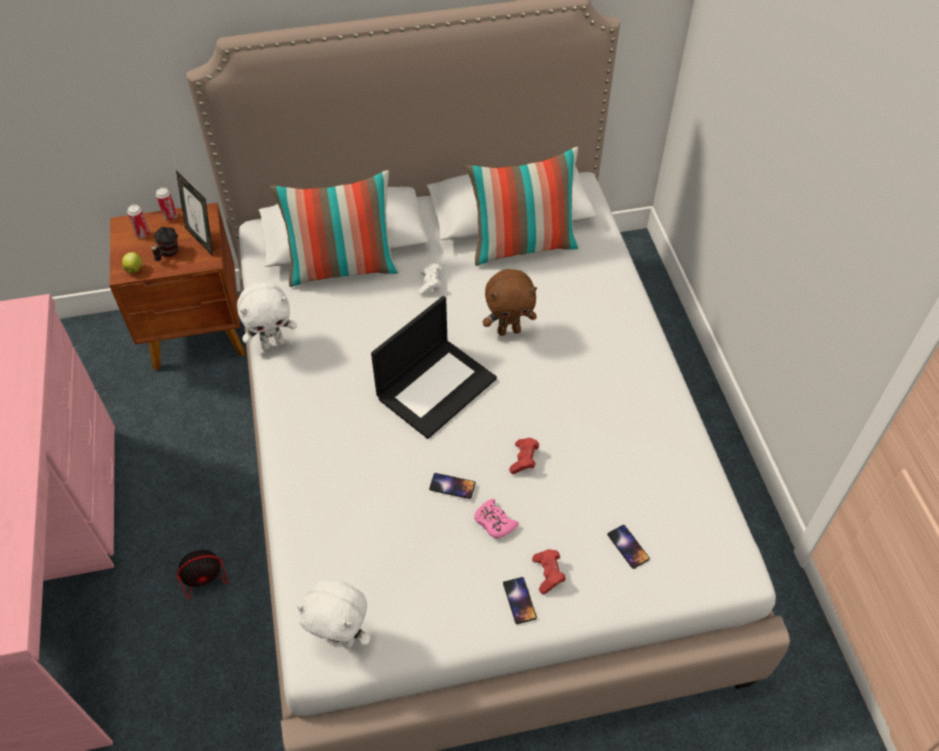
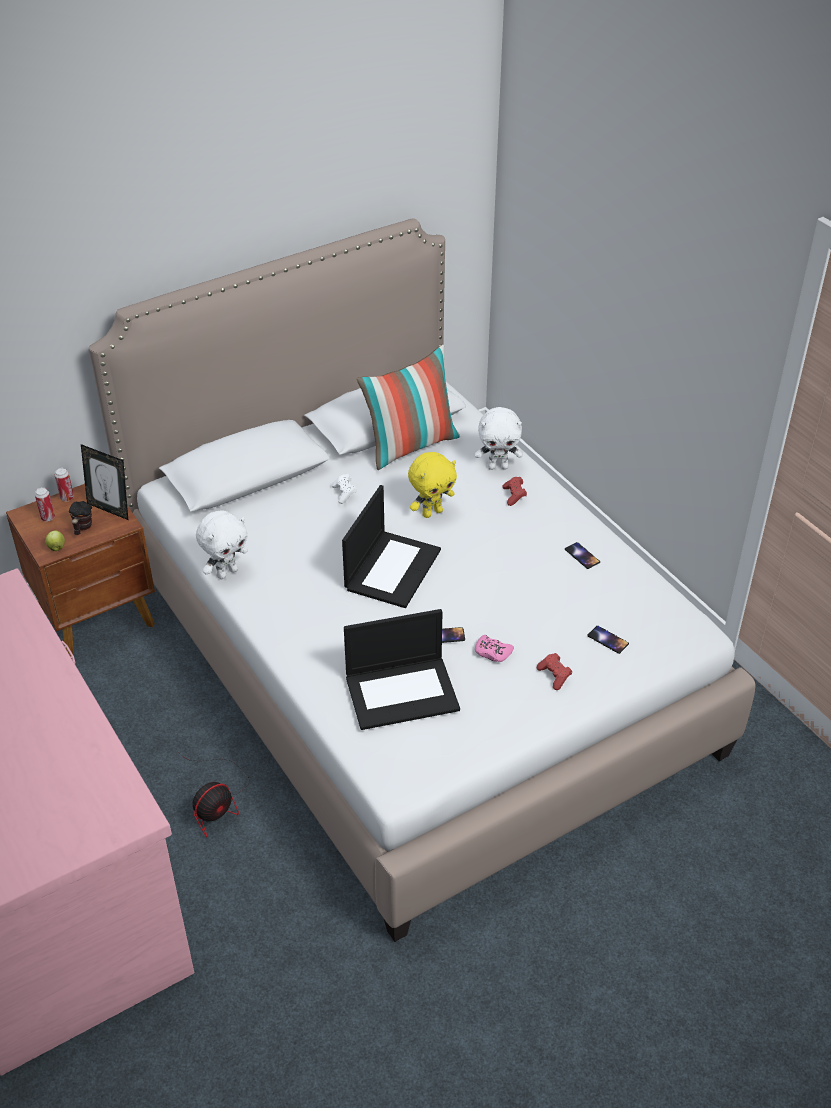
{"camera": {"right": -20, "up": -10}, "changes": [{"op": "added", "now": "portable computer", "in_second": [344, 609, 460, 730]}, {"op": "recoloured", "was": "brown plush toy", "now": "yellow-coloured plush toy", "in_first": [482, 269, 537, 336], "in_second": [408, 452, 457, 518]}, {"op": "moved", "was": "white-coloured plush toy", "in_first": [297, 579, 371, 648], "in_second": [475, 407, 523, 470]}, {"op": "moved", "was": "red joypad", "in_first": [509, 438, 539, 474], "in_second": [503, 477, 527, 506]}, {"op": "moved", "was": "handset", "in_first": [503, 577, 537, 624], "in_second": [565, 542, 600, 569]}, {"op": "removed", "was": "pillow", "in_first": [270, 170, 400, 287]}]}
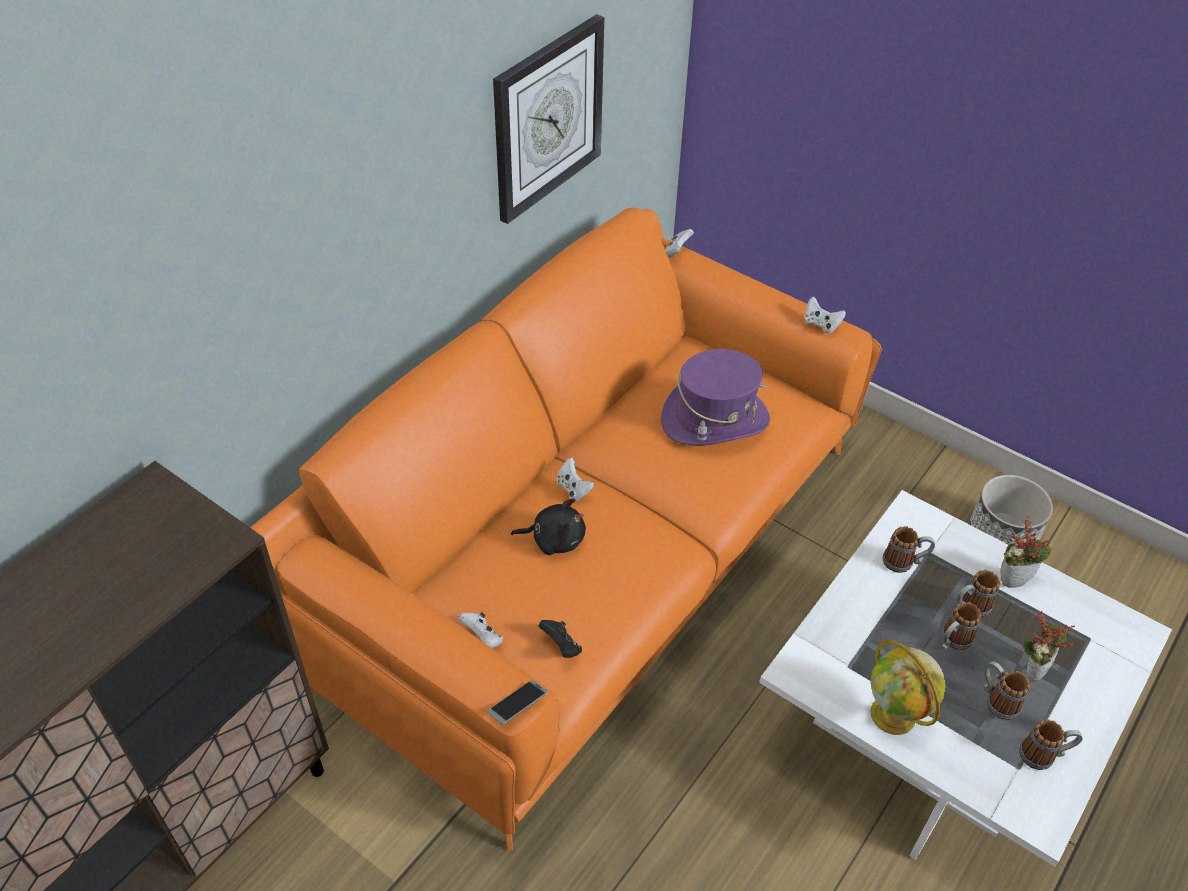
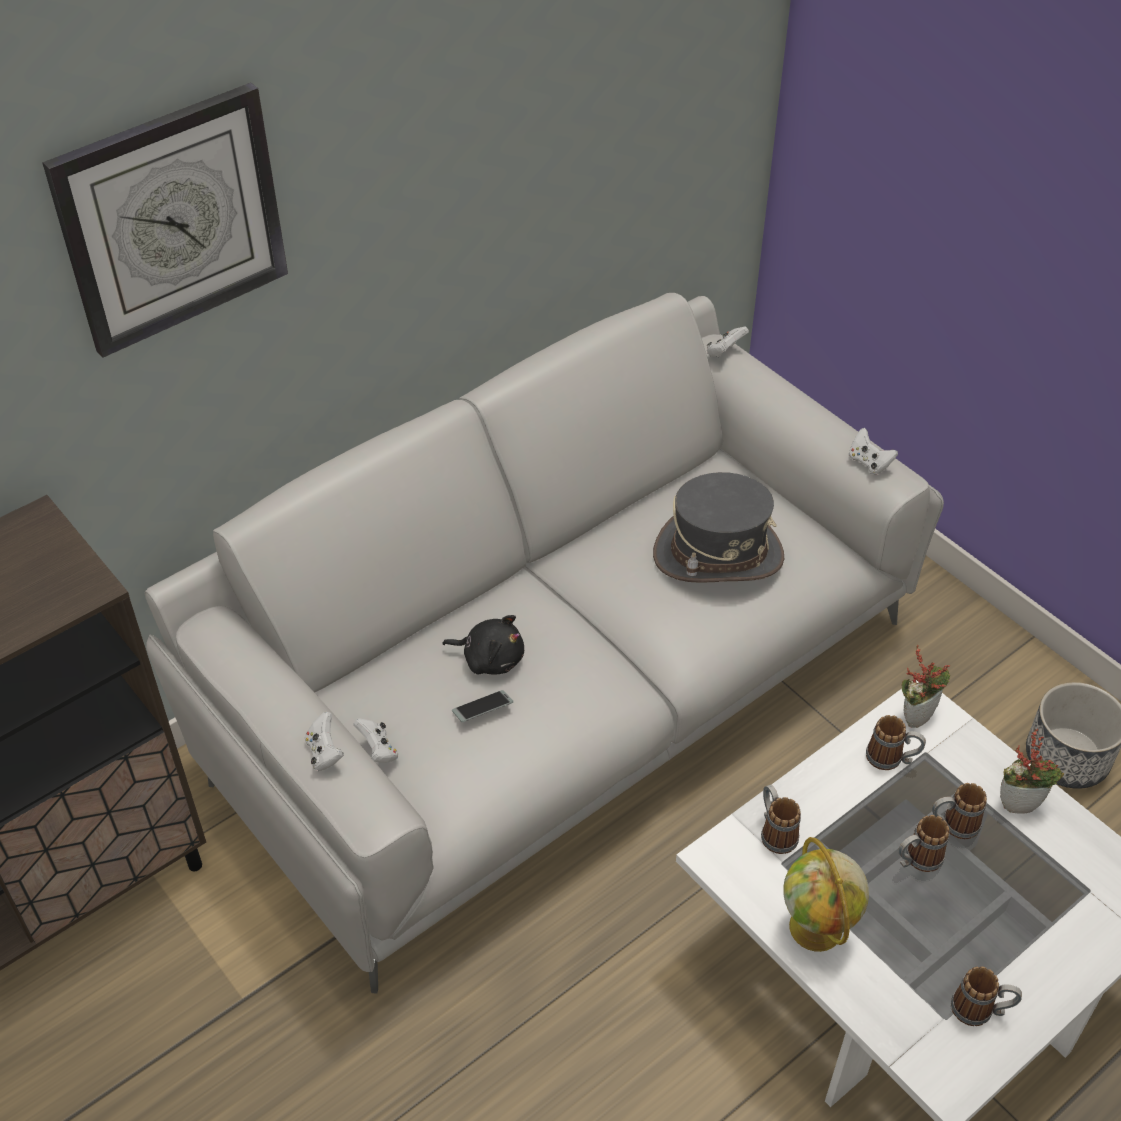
{"camera": {"right": 15, "up": 0}, "changes": [{"op": "moved", "was": "hanging clock", "in_first": [493, 14, 604, 224], "in_second": [42, 83, 288, 358]}, {"op": "recoloured", "was": "orange settee", "now": "gray settee", "in_first": [250, 207, 882, 851], "in_second": [145, 293, 944, 994]}, {"op": "moved", "was": "white-coloured joypad", "in_first": [556, 458, 594, 501], "in_second": [305, 712, 344, 771]}, {"op": "moved", "was": "handset", "in_first": [487, 680, 548, 725], "in_second": [452, 690, 513, 722]}, {"op": "recoloured", "was": "purple clothing hat", "now": "gray clothing hat", "in_first": [661, 349, 770, 446], "in_second": [653, 472, 784, 583]}, {"op": "moved", "was": "mug", "in_first": [983, 661, 1030, 720], "in_second": [761, 785, 801, 854]}, {"op": "moved", "was": "potted plant", "in_first": [1023, 611, 1075, 682], "in_second": [901, 645, 951, 728]}, {"op": "removed", "was": "black joypad", "in_first": [538, 620, 582, 658]}]}
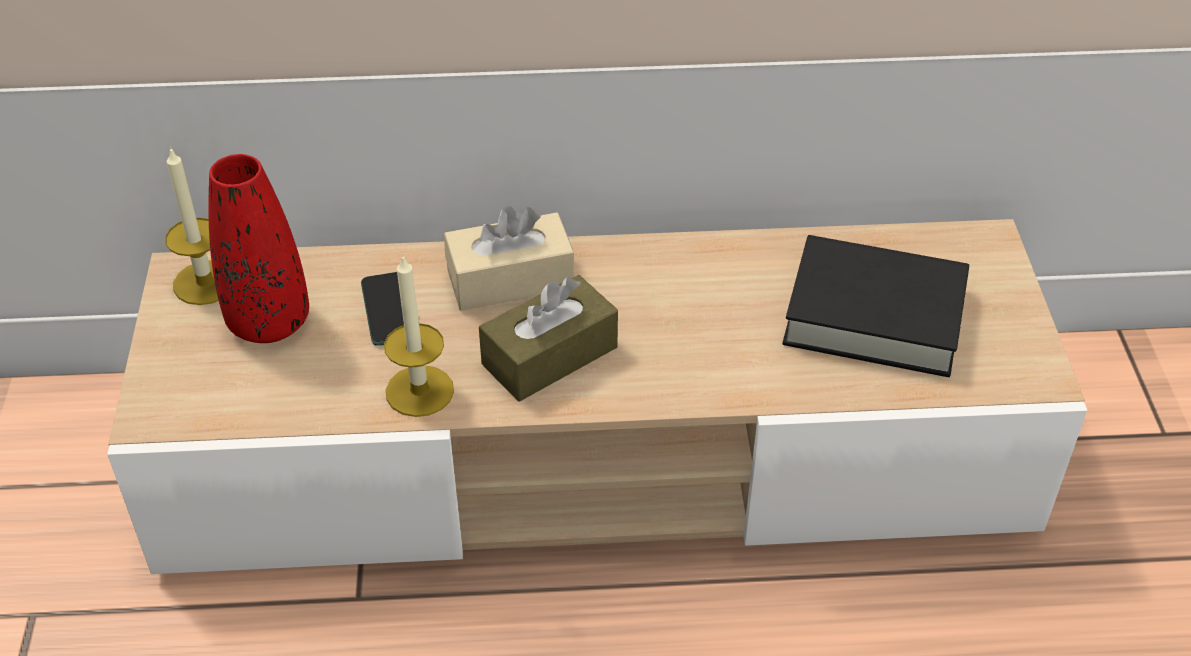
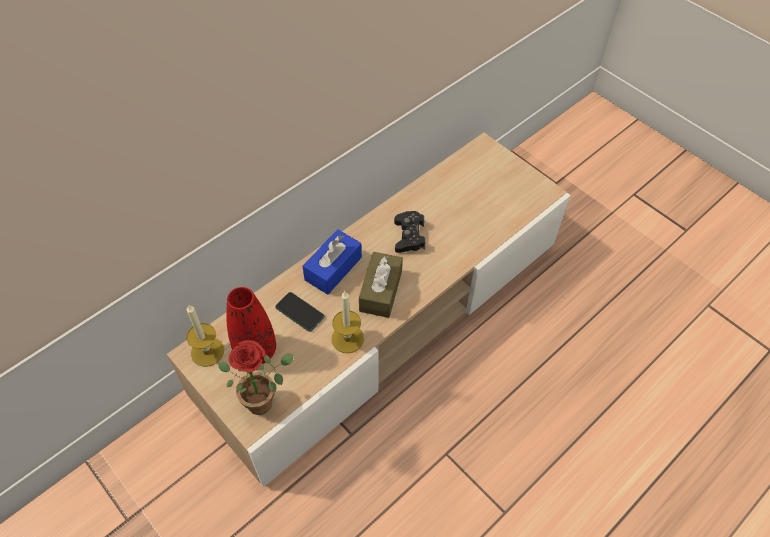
{"camera": {"right": -40, "up": 10}, "changes": [{"op": "added", "now": "potted plant", "in_second": [218, 340, 294, 415]}, {"op": "recoloured", "was": "beige-coloured tissue holder", "now": "bluish tissue holder", "in_first": [444, 206, 574, 311], "in_second": [303, 229, 362, 295]}, {"op": "added", "now": "black joypad", "in_second": [394, 211, 426, 253]}, {"op": "removed", "was": "black book", "in_first": [783, 235, 969, 377]}]}
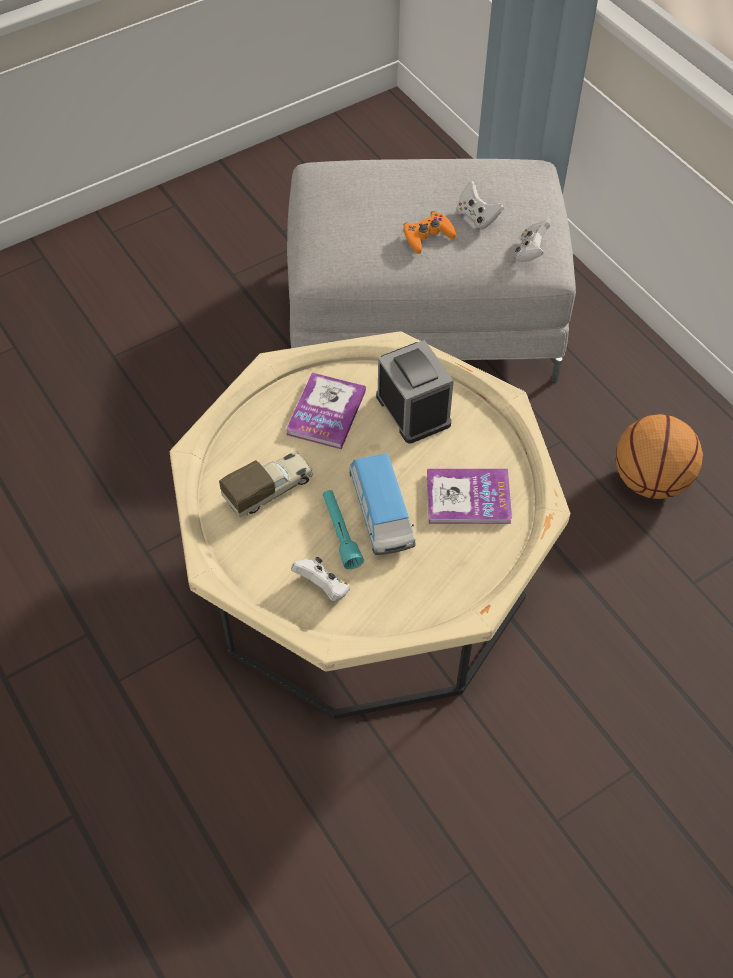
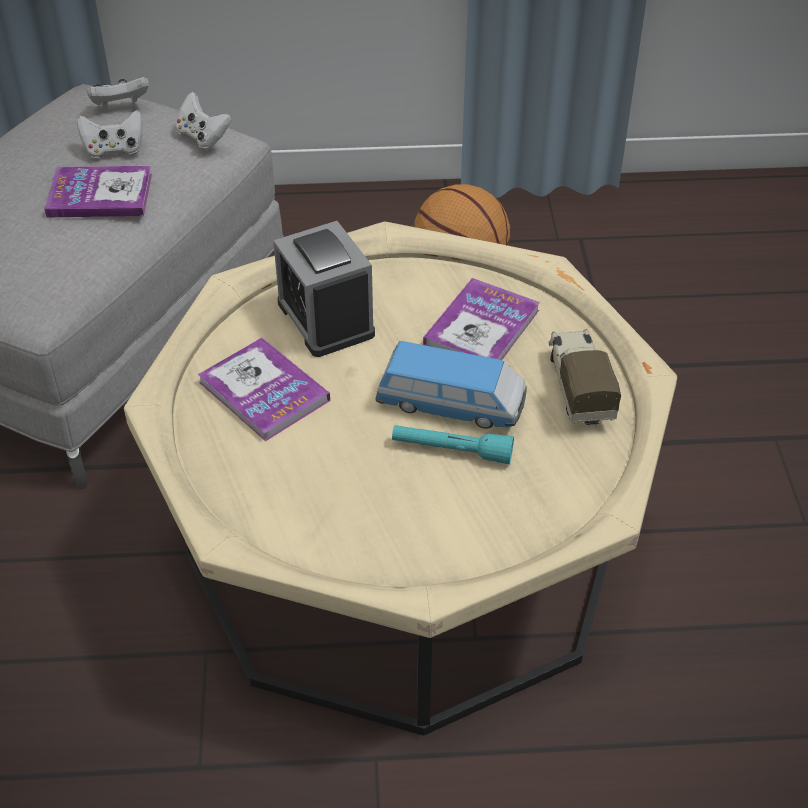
{"camera": {"right": -60, "up": -10}, "changes": [{"op": "replaced", "was": "orange joypad", "now": "book", "in_first": [403, 211, 456, 254], "in_second": [45, 166, 152, 217]}, {"op": "moved", "was": "white-coloured joypad", "in_first": [291, 557, 350, 602], "in_second": [87, 77, 149, 108]}, {"op": "turned", "was": "bedside clock", "in_first": [376, 340, 454, 444], "in_second": [273, 221, 375, 357], "clockwise": -120}, {"op": "moved", "was": "toy lorry", "in_first": [219, 451, 313, 517], "in_second": [548, 329, 621, 427]}]}
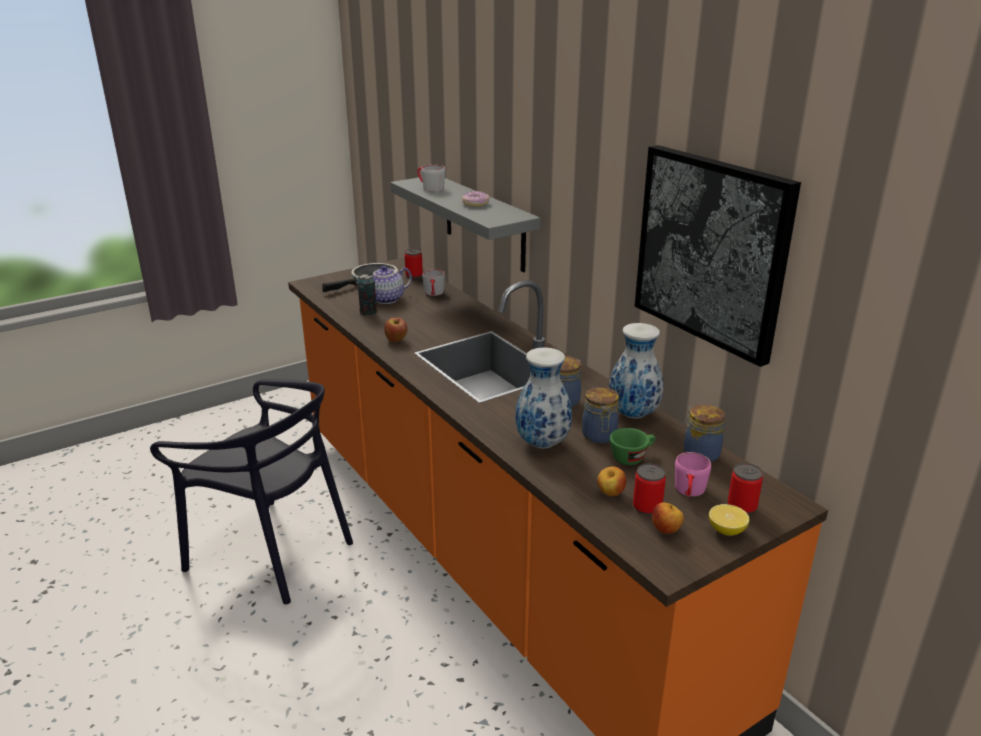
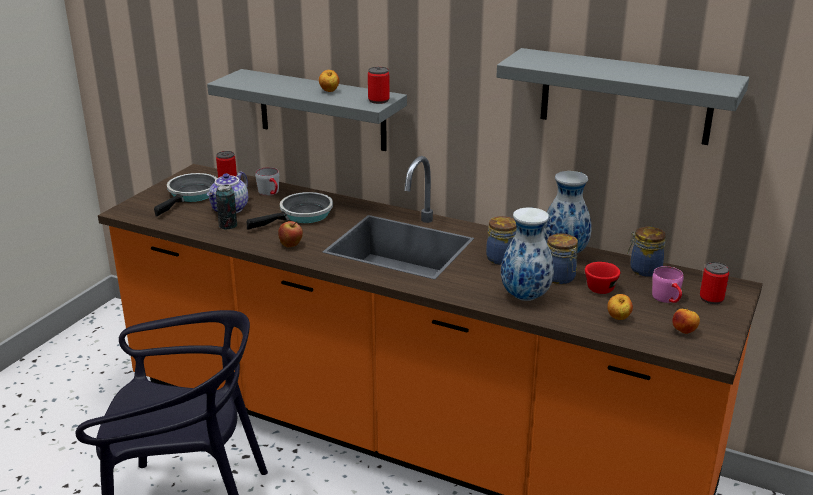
{"camera": {"right": -30, "up": 0}, "changes": [{"op": "added", "now": "skillet", "in_second": [247, 192, 333, 230]}, {"op": "replaced", "was": "ring doughnut", "now": "apple fruit", "in_first": [462, 191, 490, 207], "in_second": [319, 70, 340, 92]}, {"op": "moved", "was": "sealed can", "in_first": [633, 464, 666, 515], "in_second": [368, 67, 390, 104]}, {"op": "replaced", "was": "wall art", "now": "gray wall shelf", "in_first": [635, 145, 801, 367], "in_second": [496, 48, 749, 145]}, {"op": "recoloured", "was": "green-coloured drinking cup", "now": "red drinking cup", "in_first": [610, 428, 656, 465], "in_second": [585, 262, 620, 294]}, {"op": "removed", "was": "gray mug", "in_first": [418, 165, 445, 192]}, {"op": "removed", "was": "whole lemon", "in_first": [709, 504, 750, 536]}]}
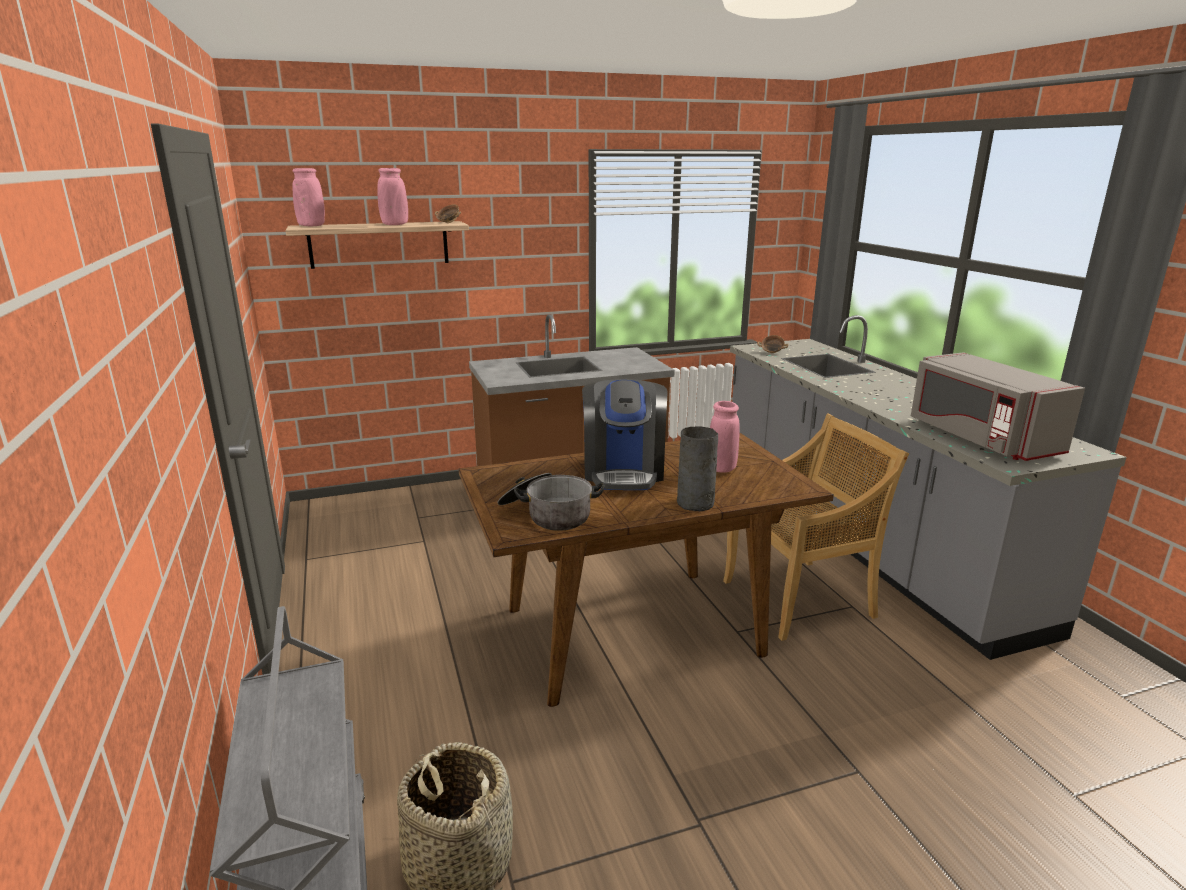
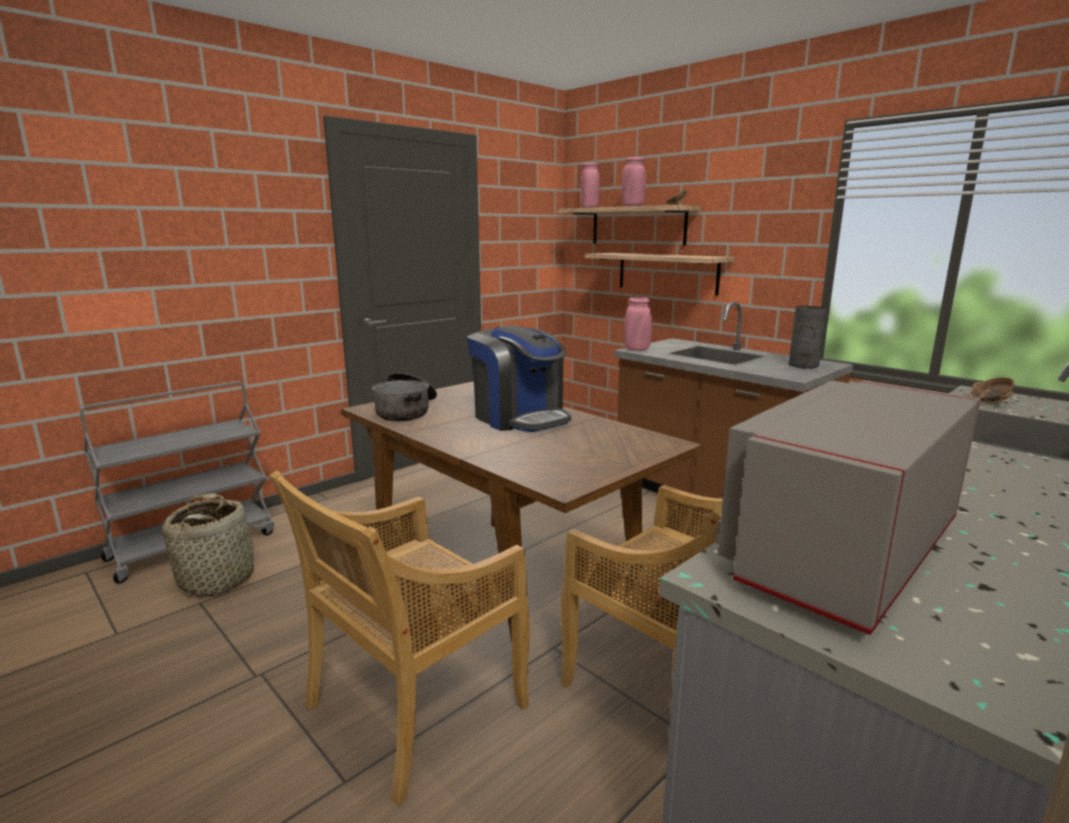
{"camera": {"right": 65, "up": -5}, "changes": [{"op": "added", "now": "beige-coloured plain chair", "in_second": [270, 471, 530, 806]}, {"op": "turned", "was": "coffee machine", "in_first": [582, 379, 667, 490], "in_second": [467, 325, 571, 432], "clockwise": -105}, {"op": "added", "now": "wall shelf", "in_second": [585, 253, 735, 296]}, {"op": "moved", "was": "pinkish decorative vase", "in_first": [710, 401, 740, 473], "in_second": [624, 297, 652, 351]}, {"op": "moved", "was": "gray decorative vase", "in_first": [677, 426, 718, 511], "in_second": [788, 306, 826, 369]}]}
